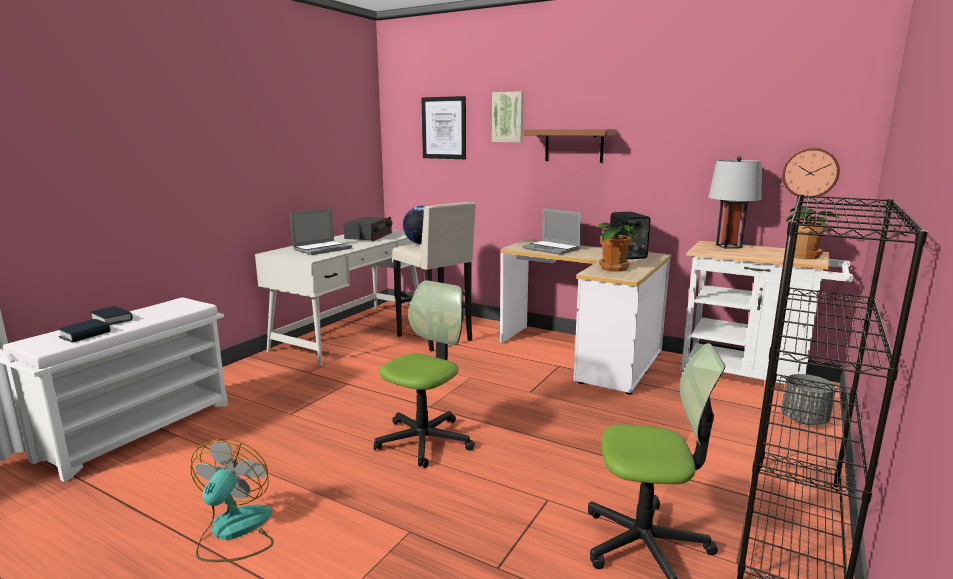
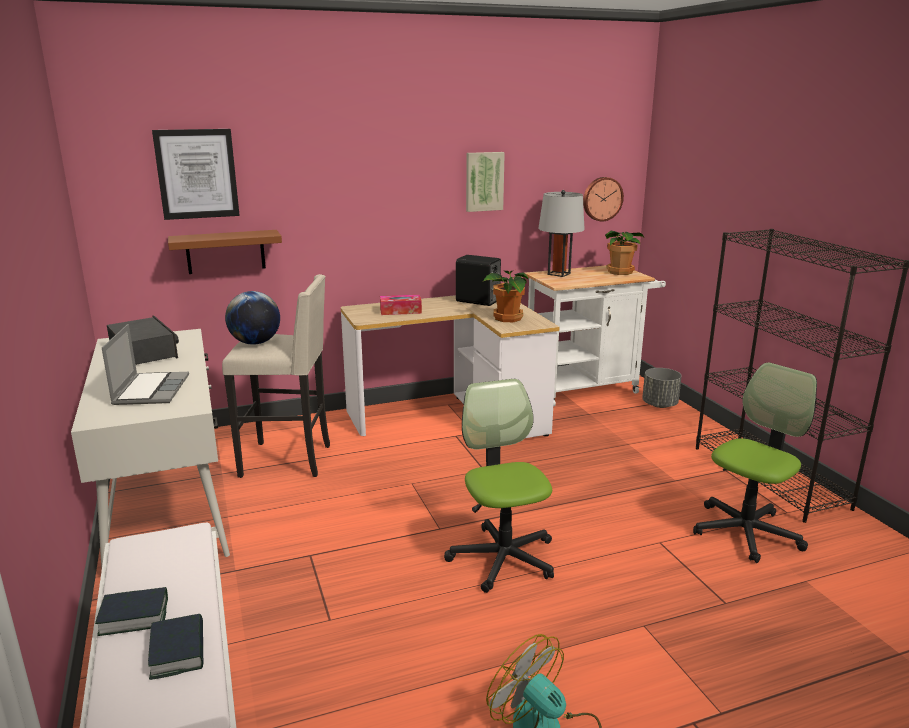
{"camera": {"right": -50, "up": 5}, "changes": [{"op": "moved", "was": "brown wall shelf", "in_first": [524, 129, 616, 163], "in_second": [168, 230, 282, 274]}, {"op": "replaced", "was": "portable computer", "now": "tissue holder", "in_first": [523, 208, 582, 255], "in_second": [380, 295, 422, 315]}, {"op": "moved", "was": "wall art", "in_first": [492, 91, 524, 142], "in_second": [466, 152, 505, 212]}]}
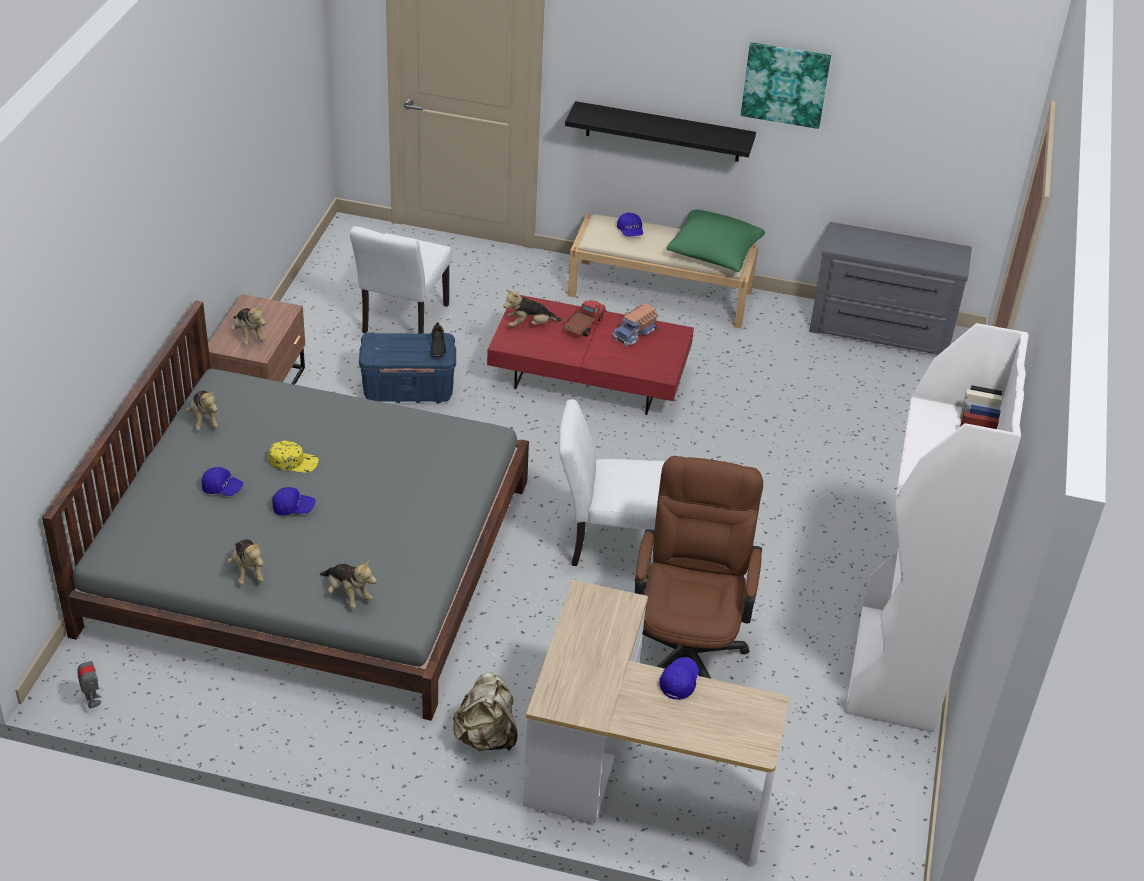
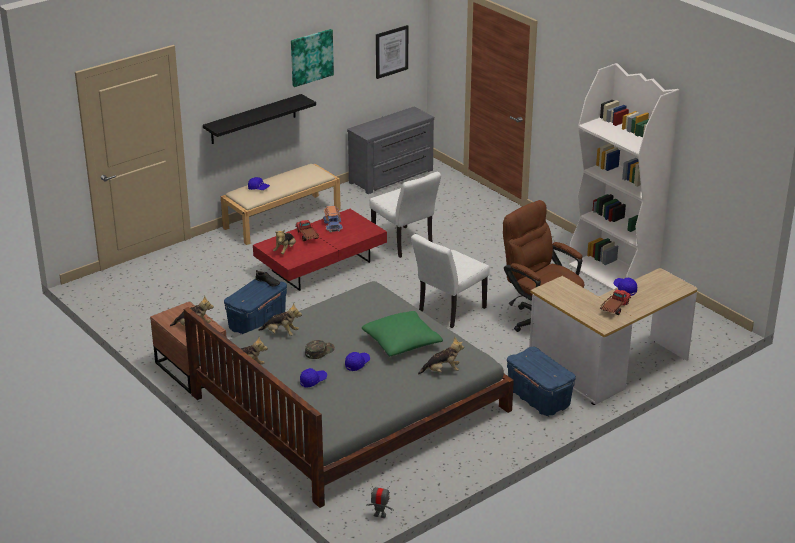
{"camera": {"right": -50, "up": -10}, "changes": [{"op": "moved", "was": "plush toy", "in_first": [227, 539, 264, 584], "in_second": [258, 304, 302, 336]}, {"op": "recoloured", "was": "yellow-coloured cap", "now": "green-coloured cap", "in_first": [268, 441, 319, 473], "in_second": [305, 340, 335, 359]}, {"op": "moved", "was": "green-coloured pillow", "in_first": [666, 210, 765, 272], "in_second": [362, 311, 443, 356]}, {"op": "moved", "was": "white-coloured plain chair", "in_first": [350, 226, 452, 333], "in_second": [370, 172, 441, 258]}, {"op": "added", "now": "wall art", "in_second": [376, 25, 408, 79]}, {"op": "replaced", "was": "beige-coloured backpack", "now": "bluish storage container", "in_first": [453, 672, 518, 751], "in_second": [507, 347, 576, 416]}, {"op": "added", "now": "toy lorry", "in_second": [600, 289, 632, 315]}]}
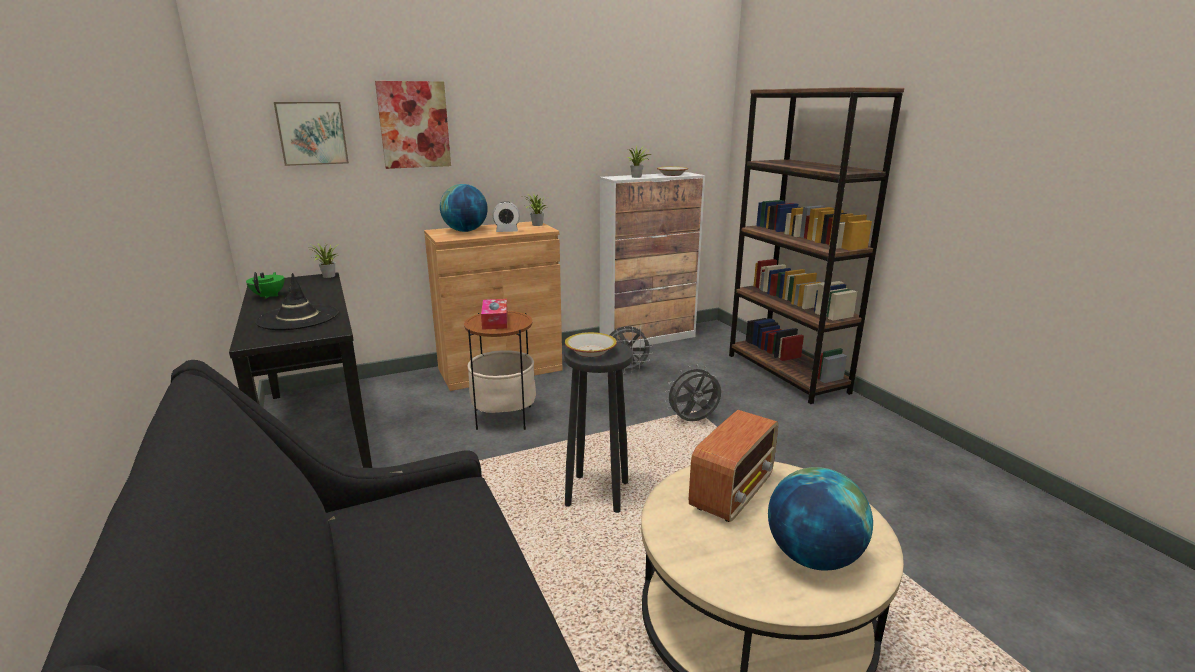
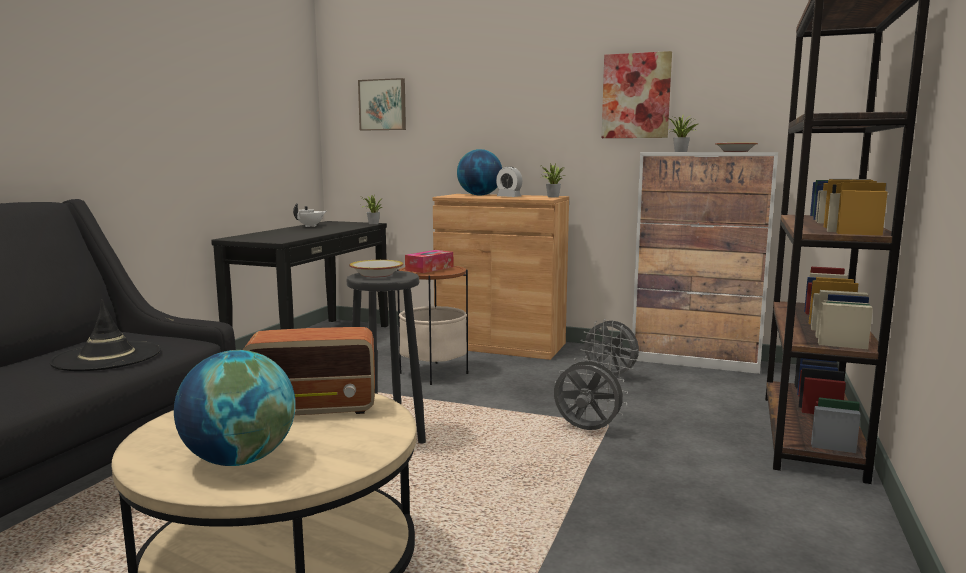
{"camera": {"right": 45, "up": -10}, "changes": [{"op": "moved", "was": "black clothing hat", "in_first": [255, 273, 338, 330], "in_second": [49, 299, 161, 371]}, {"op": "recoloured", "was": "green-coloured pot for tea", "now": "white-coloured pot for tea", "in_first": [246, 272, 284, 299], "in_second": [293, 203, 326, 227]}, {"op": "moved", "was": "wall art", "in_first": [375, 81, 451, 169], "in_second": [602, 51, 672, 138]}]}
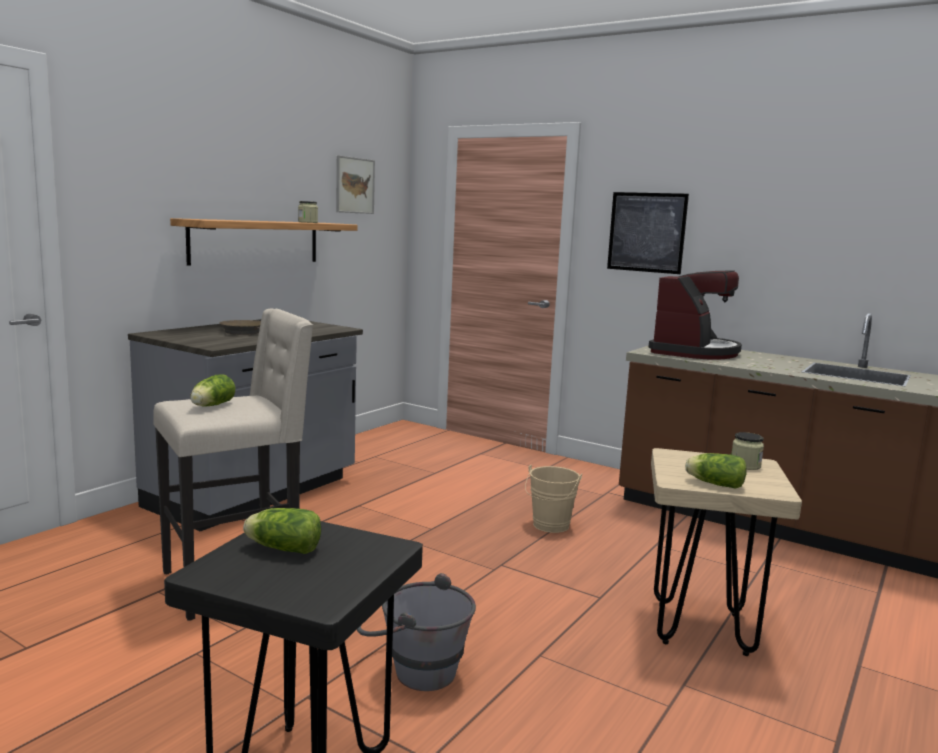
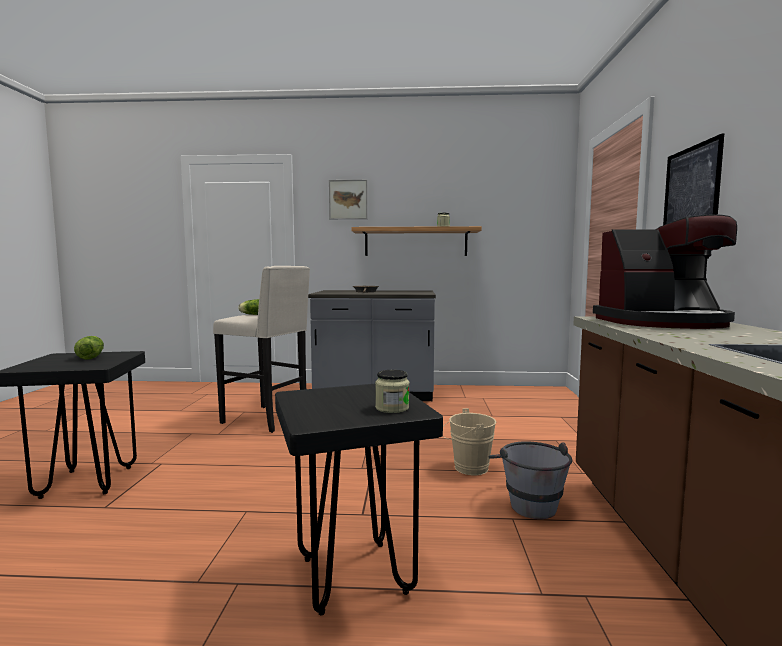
{"camera": {"right": 60, "up": -5}, "changes": [{"op": "recoloured", "was": "beige-coloured stool", "now": "black stool", "in_first": [651, 448, 802, 656], "in_second": [275, 384, 443, 615]}, {"op": "moved", "was": "wall art", "in_first": [336, 155, 375, 214], "in_second": [329, 180, 368, 219]}, {"op": "moved", "was": "gray water bucket", "in_first": [357, 573, 476, 691], "in_second": [488, 441, 572, 519]}, {"op": "removed", "was": "lettuce", "in_first": [685, 453, 746, 489]}]}
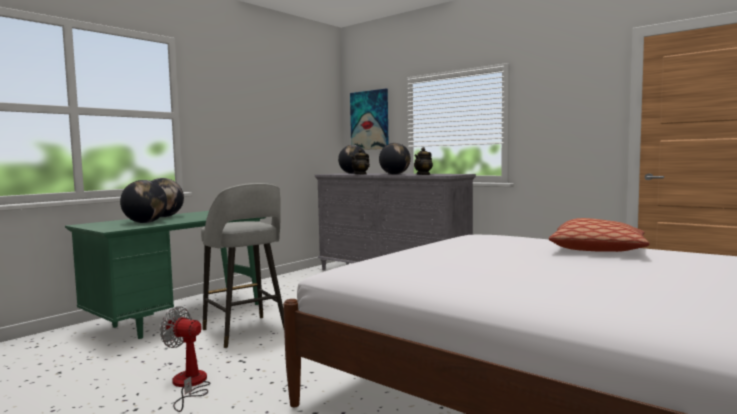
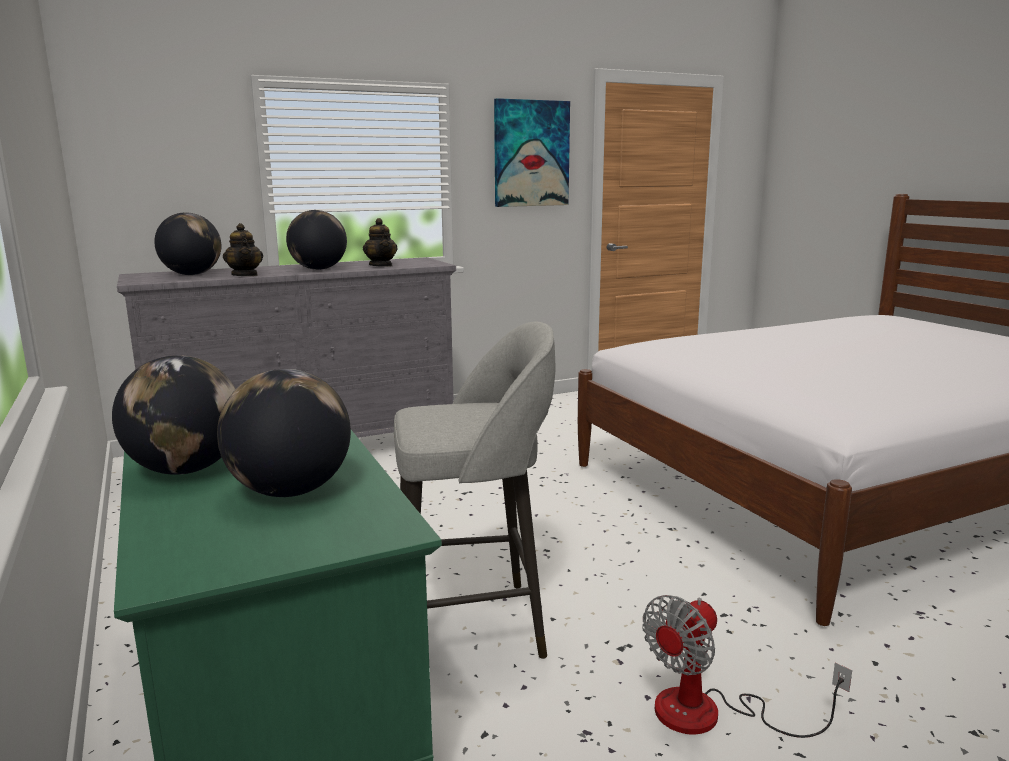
{"camera": {"right": -65, "up": 10}, "changes": [{"op": "moved", "was": "wall art", "in_first": [350, 89, 388, 150], "in_second": [494, 98, 570, 207]}, {"op": "removed", "was": "pillow", "in_first": [549, 218, 649, 252]}]}
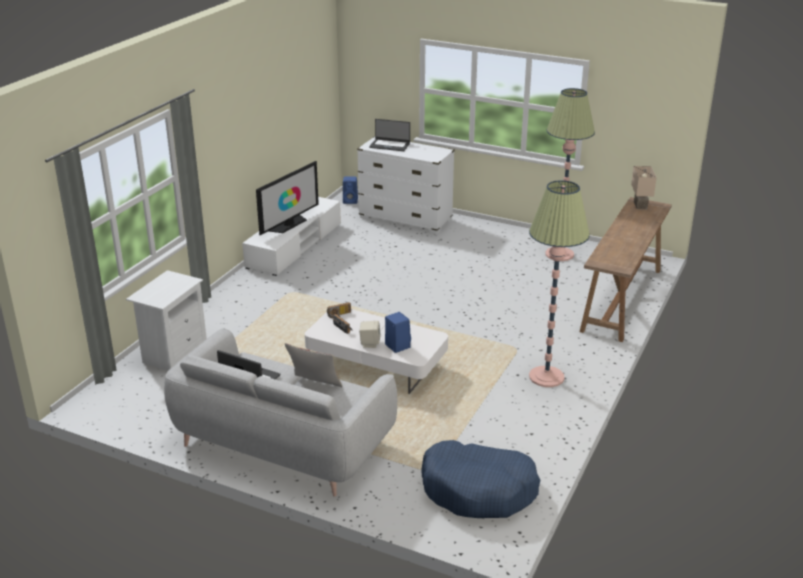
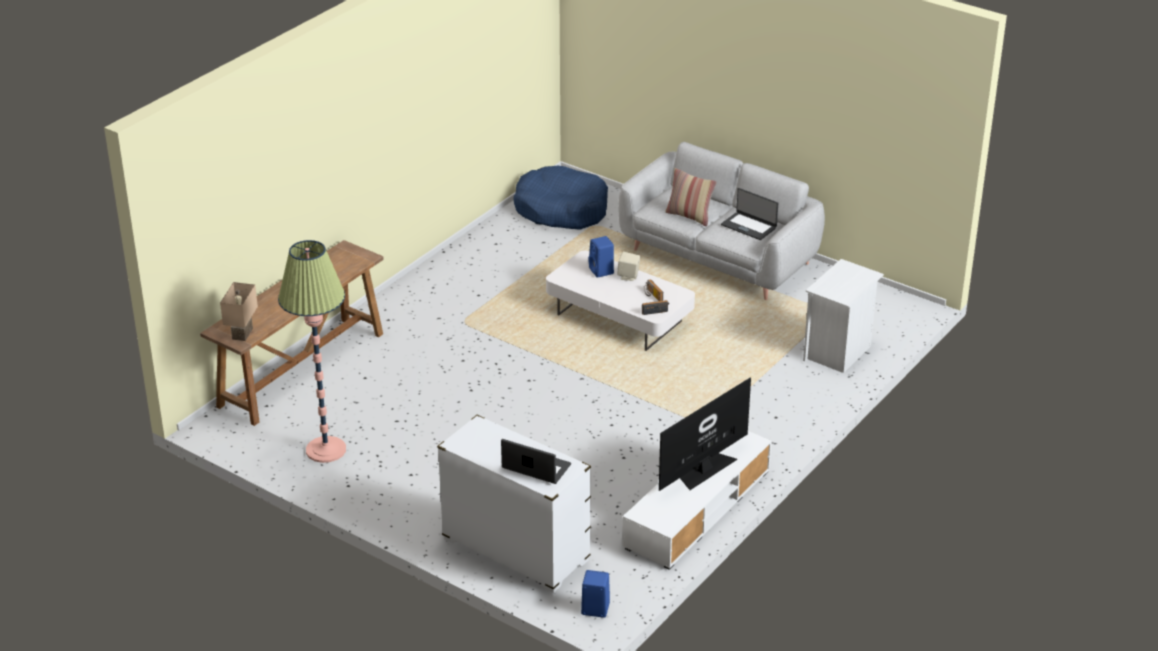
{"camera": {"right": -170, "up": 5}, "changes": [{"op": "removed", "was": "standard lamp", "in_first": [529, 180, 590, 387]}]}
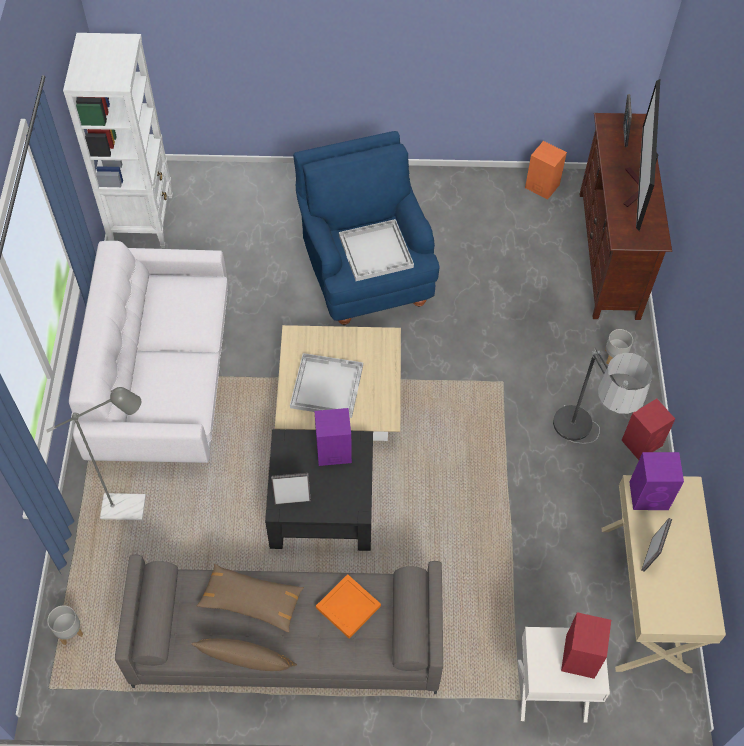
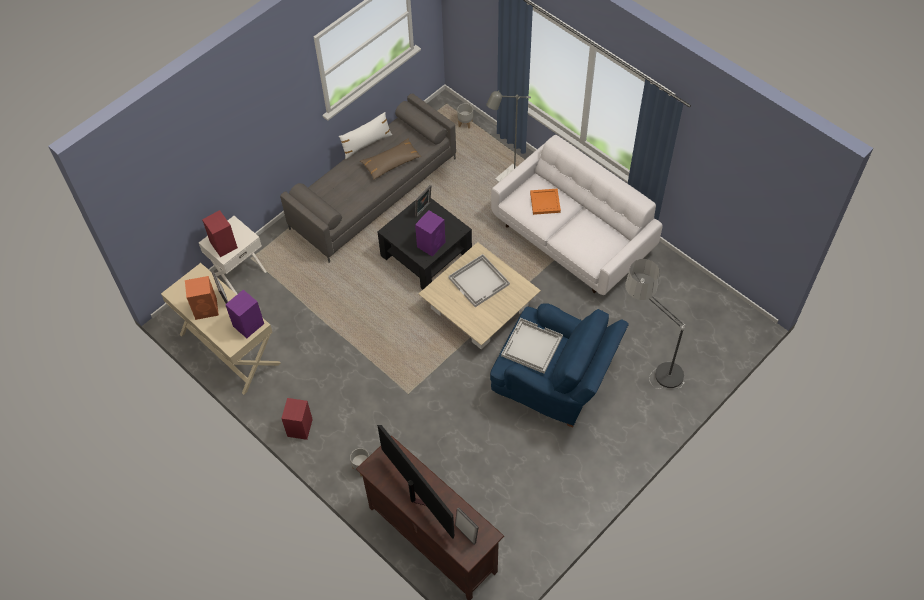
{"camera": {"right": 135, "up": 0}, "changes": [{"op": "moved", "was": "orange speaker", "in_first": [525, 141, 567, 199], "in_second": [185, 276, 219, 320]}, {"op": "recoloured", "was": "brown pillow", "now": "white-coloured pillow", "in_first": [191, 638, 297, 671], "in_second": [339, 112, 393, 159]}, {"op": "moved", "was": "orange tray", "in_first": [316, 574, 381, 638], "in_second": [530, 189, 561, 215]}, {"op": "moved", "was": "standard lamp", "in_first": [553, 348, 653, 443], "in_second": [625, 259, 686, 389]}, {"op": "removed", "was": "white-coloured bookcase", "in_first": [63, 33, 173, 248]}]}
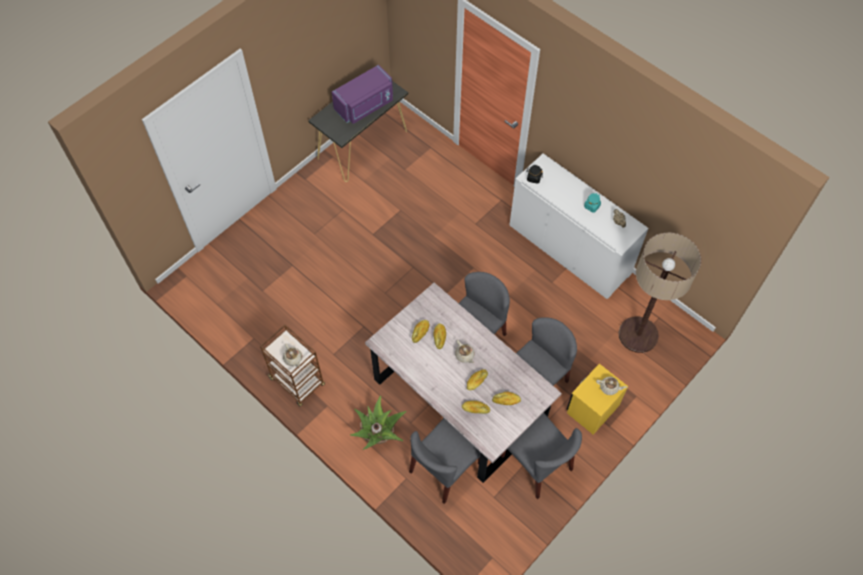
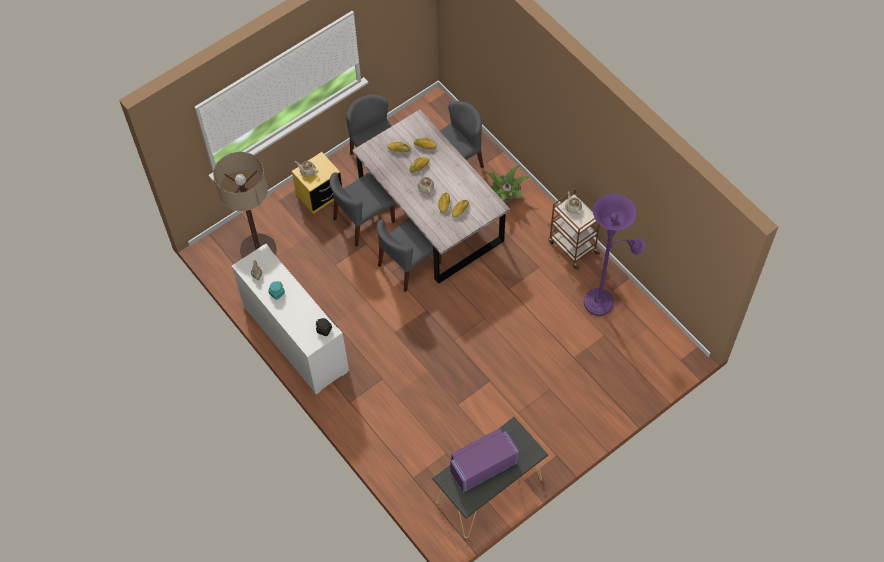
{"camera": {"right": -170, "up": 0}, "changes": [{"op": "added", "now": "purple standard lamp", "in_second": [584, 194, 645, 316]}]}
